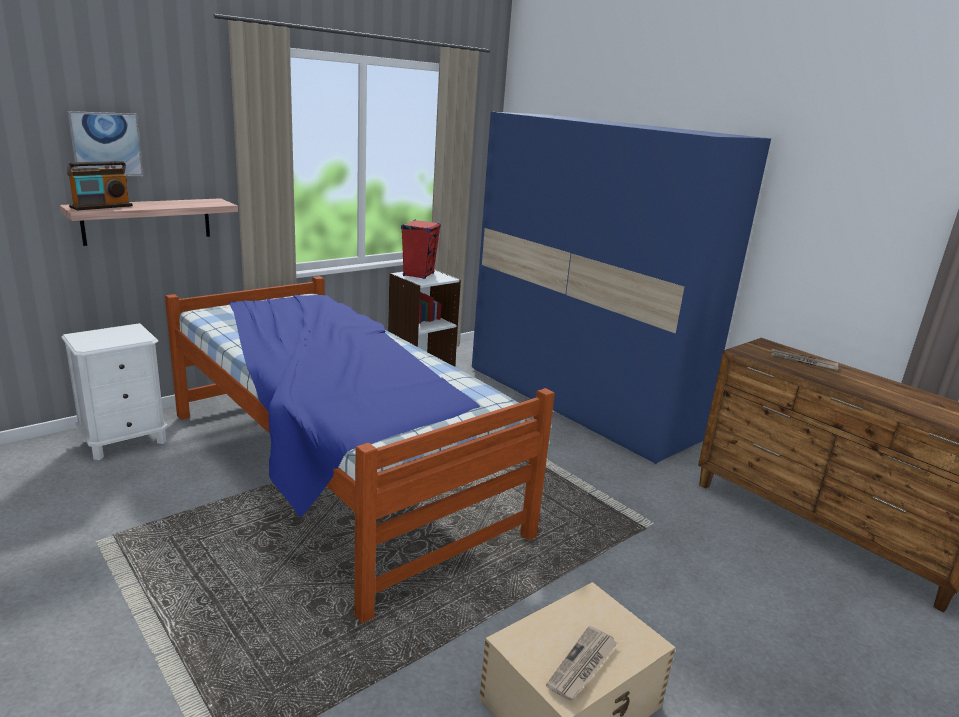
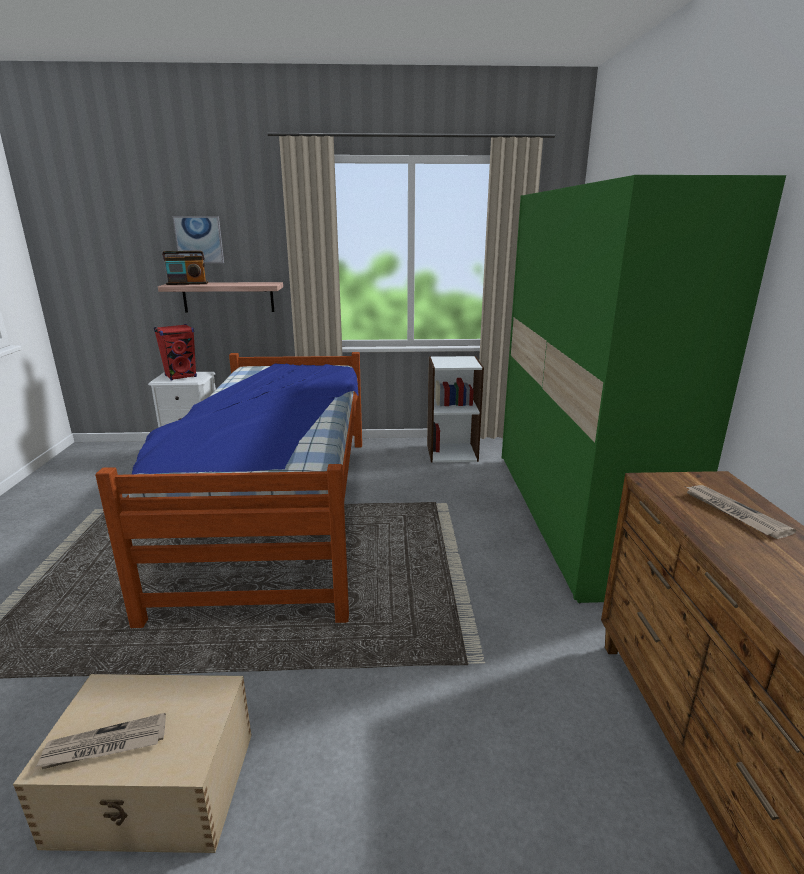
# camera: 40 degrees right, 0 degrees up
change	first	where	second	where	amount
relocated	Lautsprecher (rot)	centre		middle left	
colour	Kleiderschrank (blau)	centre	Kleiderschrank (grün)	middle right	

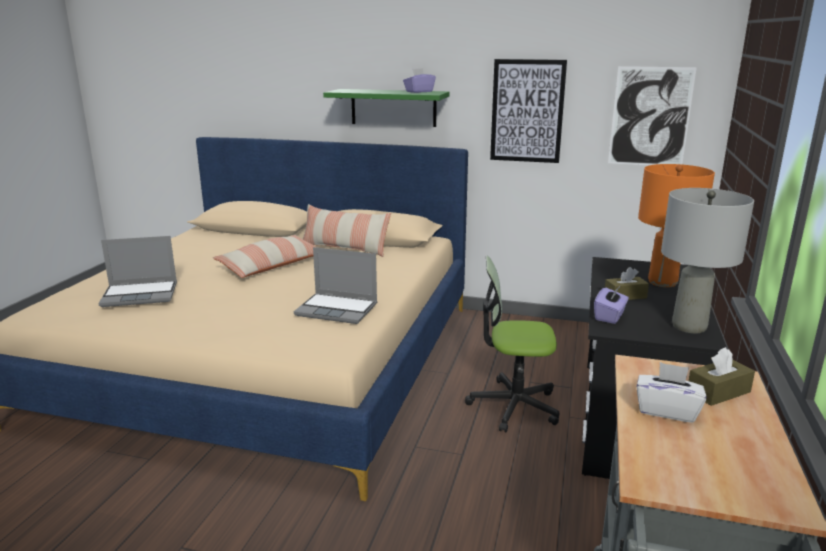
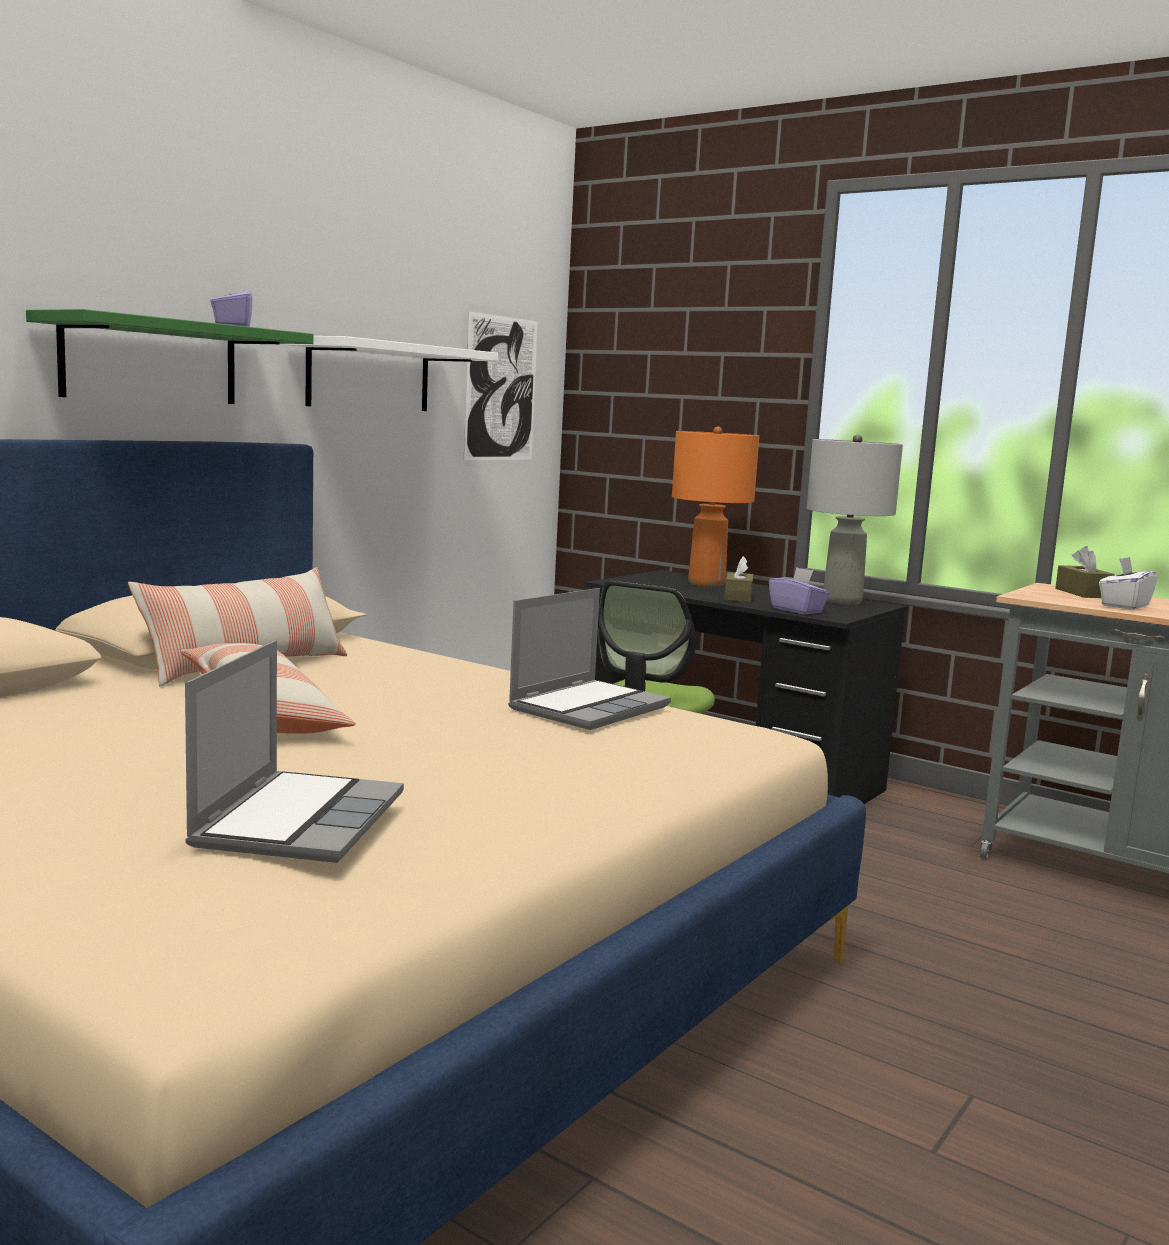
# camera: 70 degrees left, 10 degrees down
change	first	where	second	where	amount
exchanged	Bild (no. 1 from left)	top centre	Wandregal (weiß)	top centre	

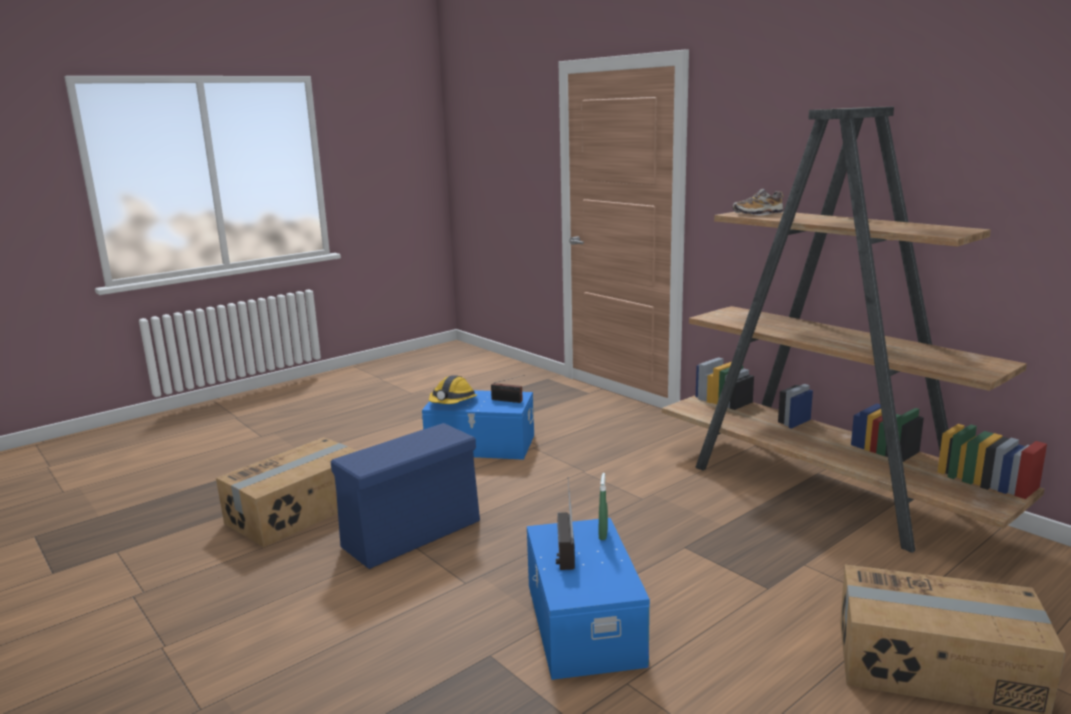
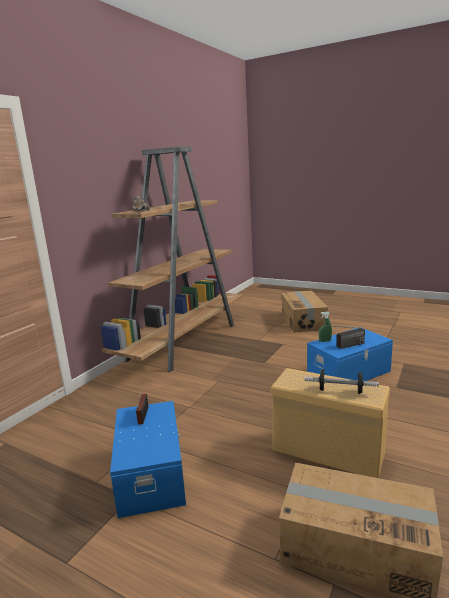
# camera: 110 degrees left, 0 degrees up
change	first	where	second	where	amount
missing	Schutzhelm	centre			
appeared			Hantel	middle right	
colour	Aufbewahrungsbox (blau) (no. 1 from left)	bottom centre	Aufbewahrungsbox (beige)	bottom right	

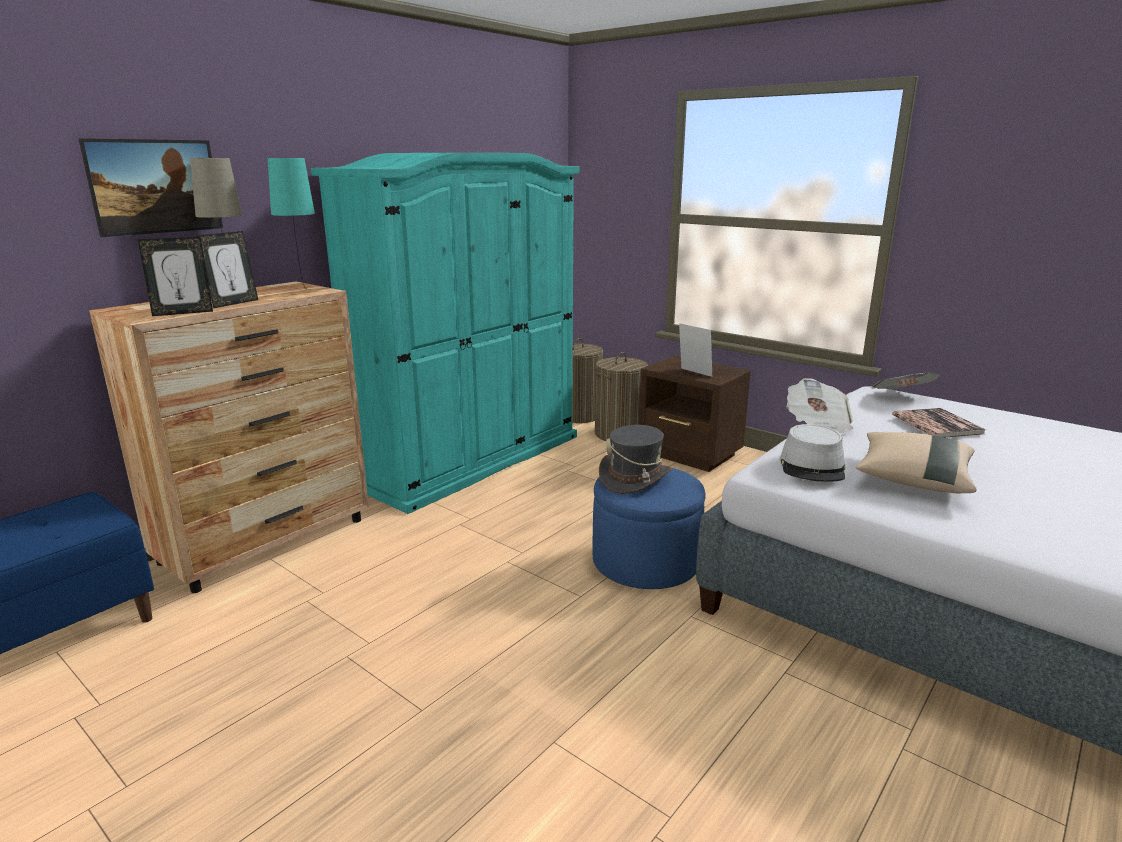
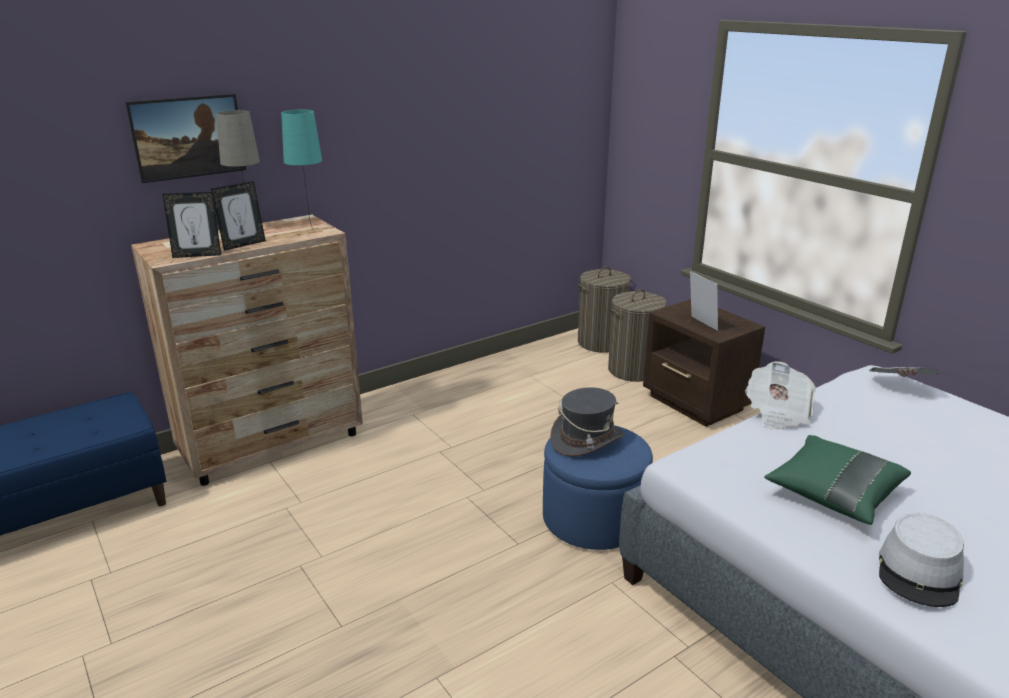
# camera: 15 degrees right, 5 degrees up
change	first	where	second	where	amount
missing	Kleiderschrank (türkis)	centre			
missing	Buch	middle right			
relocated	Hut (grau) (no. 2 from left)	middle right		bottom right	
colour	Kissen (beige)	middle right	Kissen (grün)	bottom right	

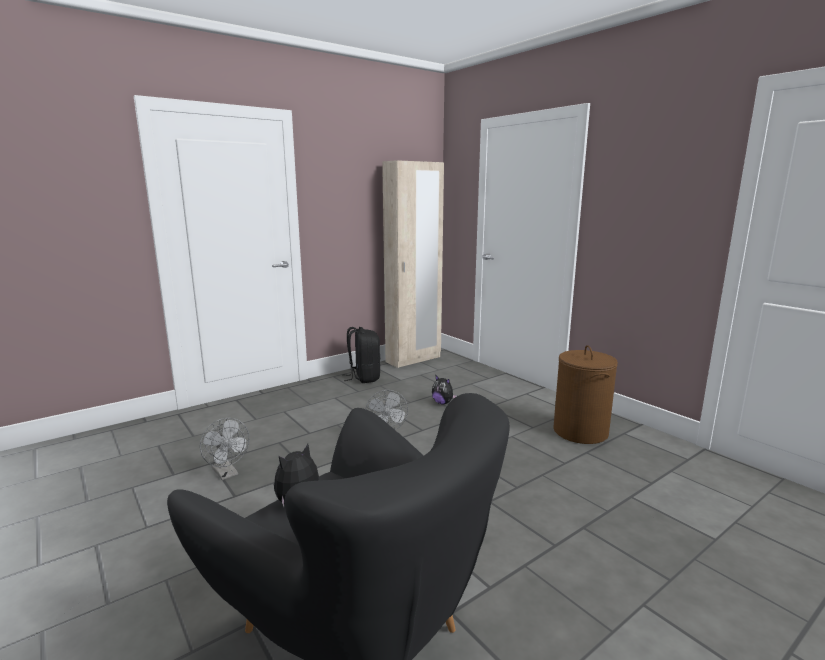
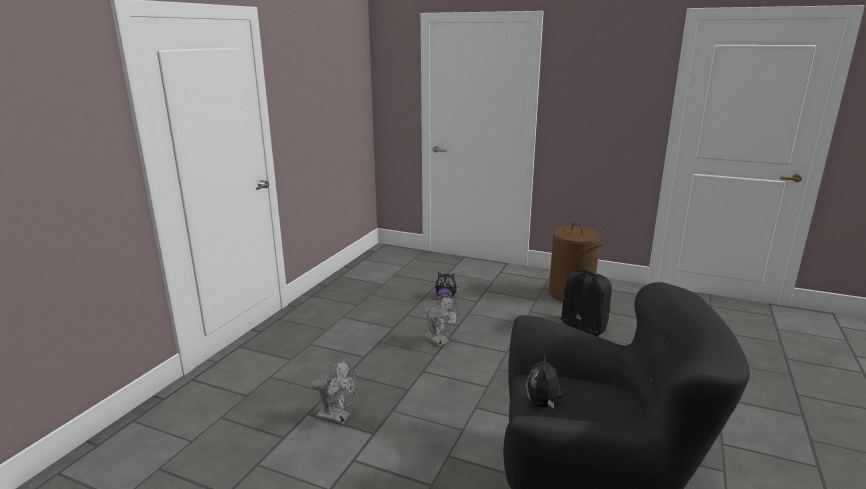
# camera: 30 degrees left, 5 degrees up
change	first	where	second	where	amount
missing	Kleiderschrank (beige)	centre			
relocated	Rucksack (schwarz)	centre		middle right	

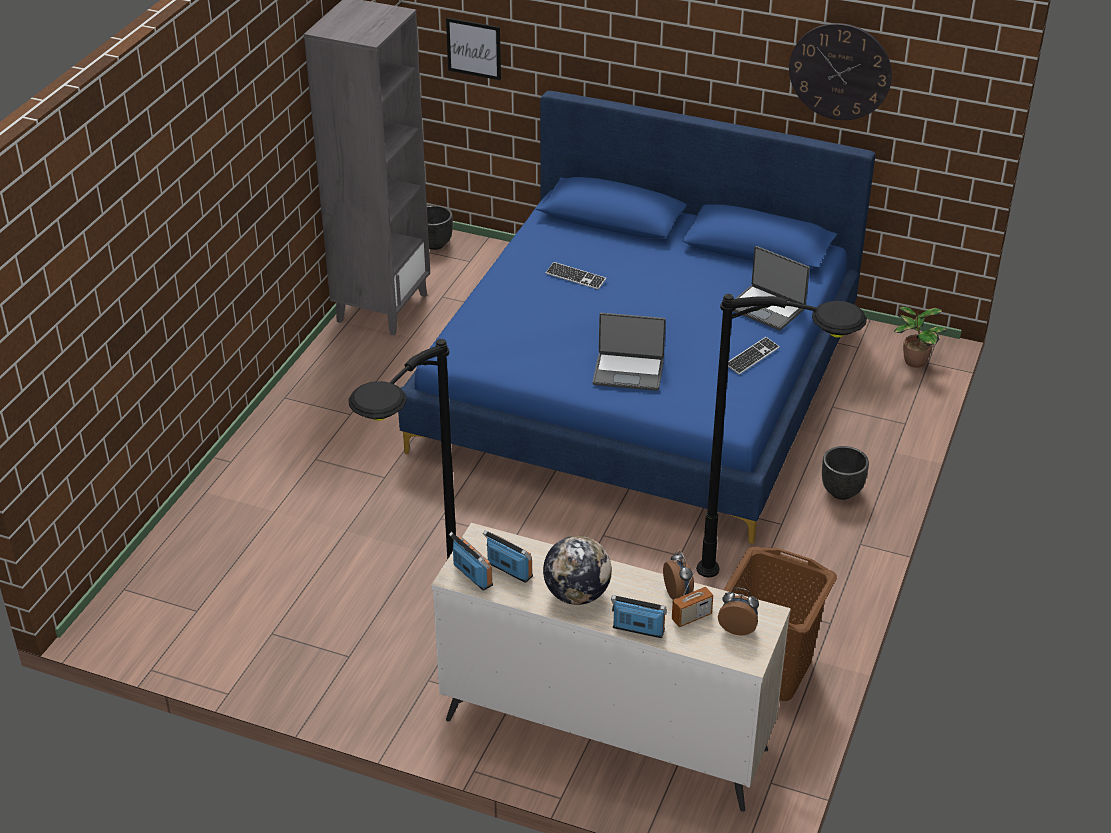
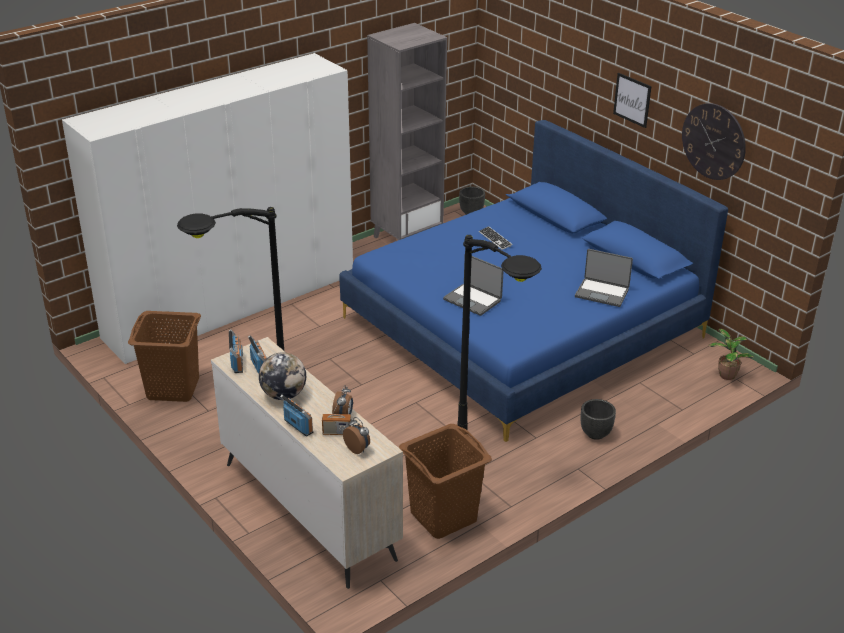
# camera: 30 degrees right, 5 degrees down
change	first	where	second	where	amount
missing	Tastatur (no. 2 from left)	middle right			
appeared			Kleiderschrank (weiß)	top left	
appeared			Wäschekorb (braun) (no. 1 from left)	middle left	
relocated	Bild	top centre		top right	
spun	Laptop (no. 2 from left)	middle right		middle right	45 degrees counterclockwise

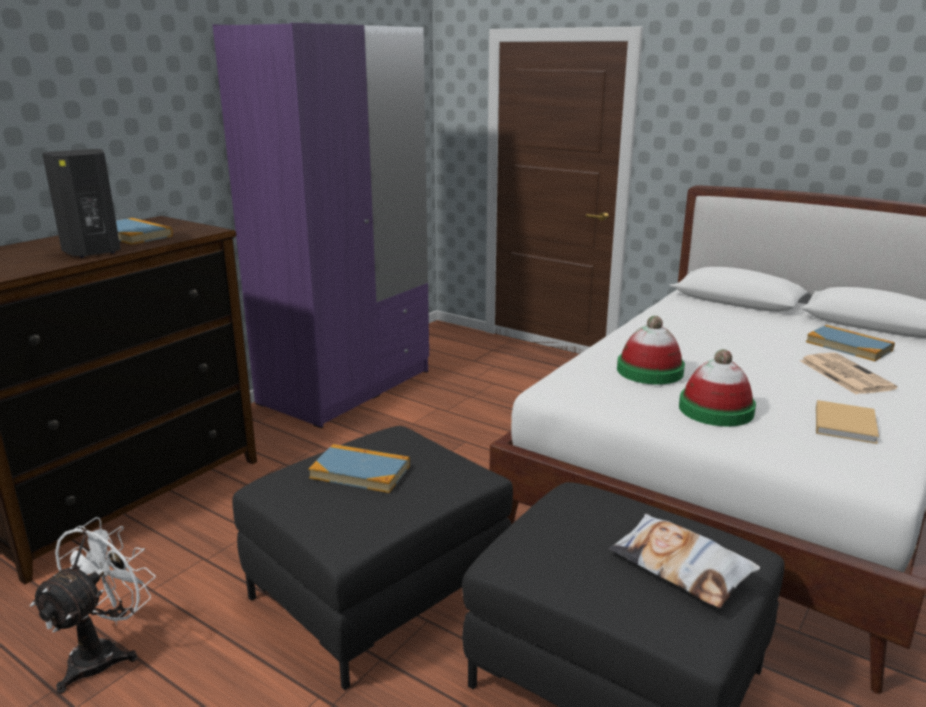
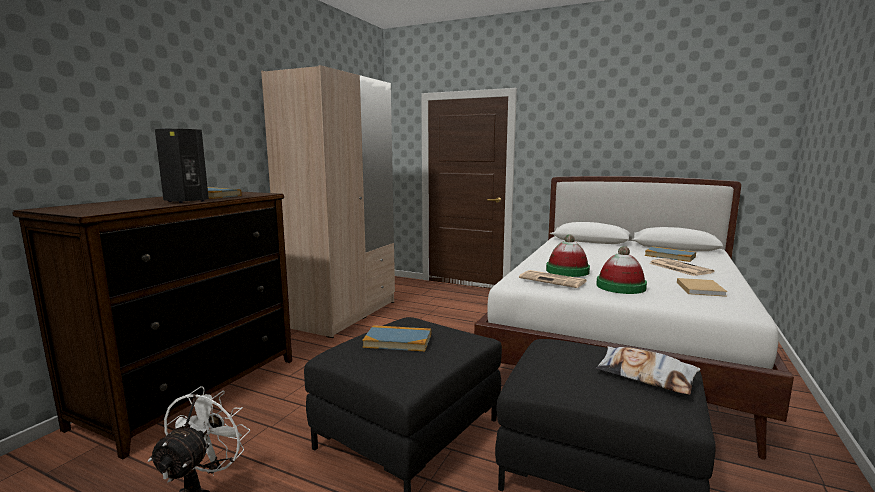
# camera: 10 degrees left, 10 degrees down
change	first	where	second	where	amount
appeared			Zeitung (no. 1 from left)	centre	
colour	Kleiderschrank (lila)	top centre	Kleiderschrank (beige)	centre	

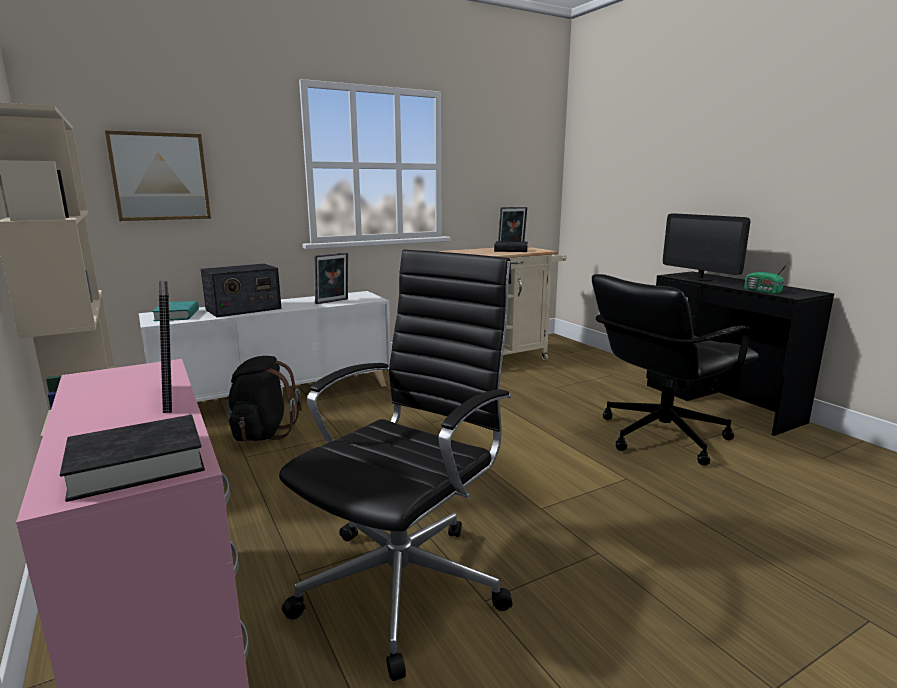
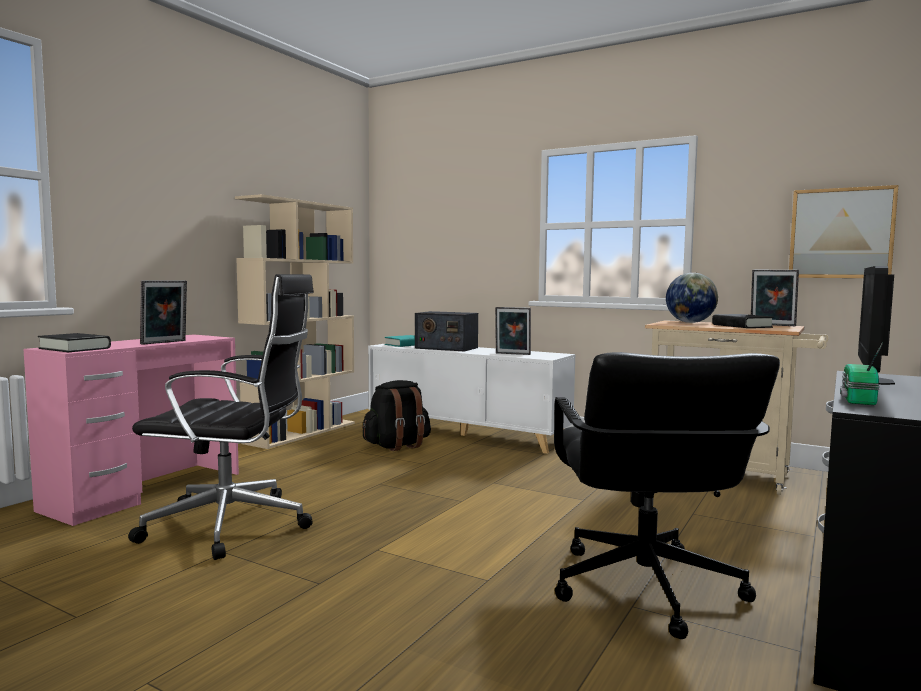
# camera: 60 degrees right, 10 degrees down
change	first	where	second	where	amount
appeared			Globus	middle right	
relocated	Bild	top left		middle right	
spun	Bürostuhl (schwarz) (no. 2 from left)	middle right		bottom right	120 degrees counterclockwise

